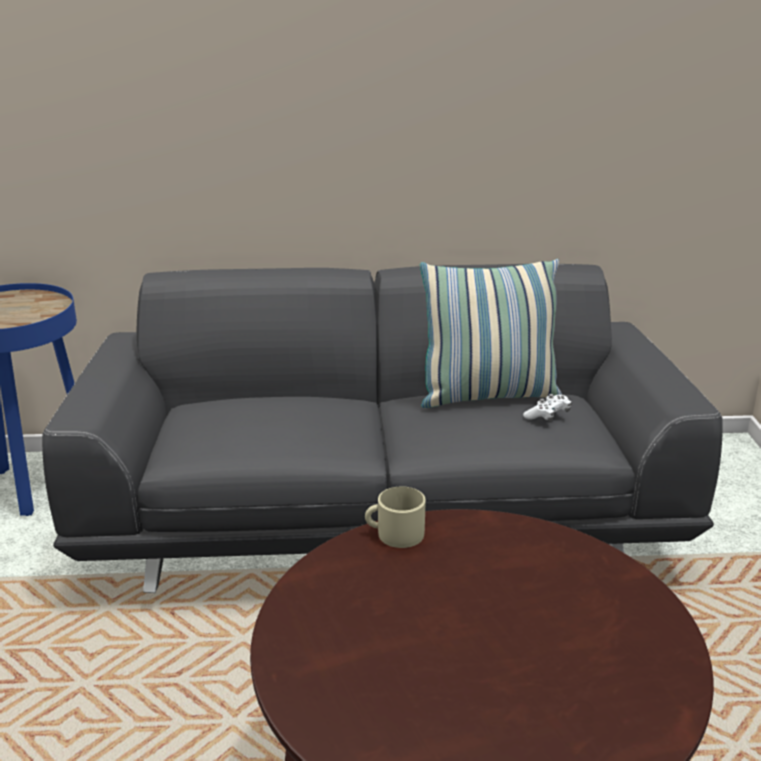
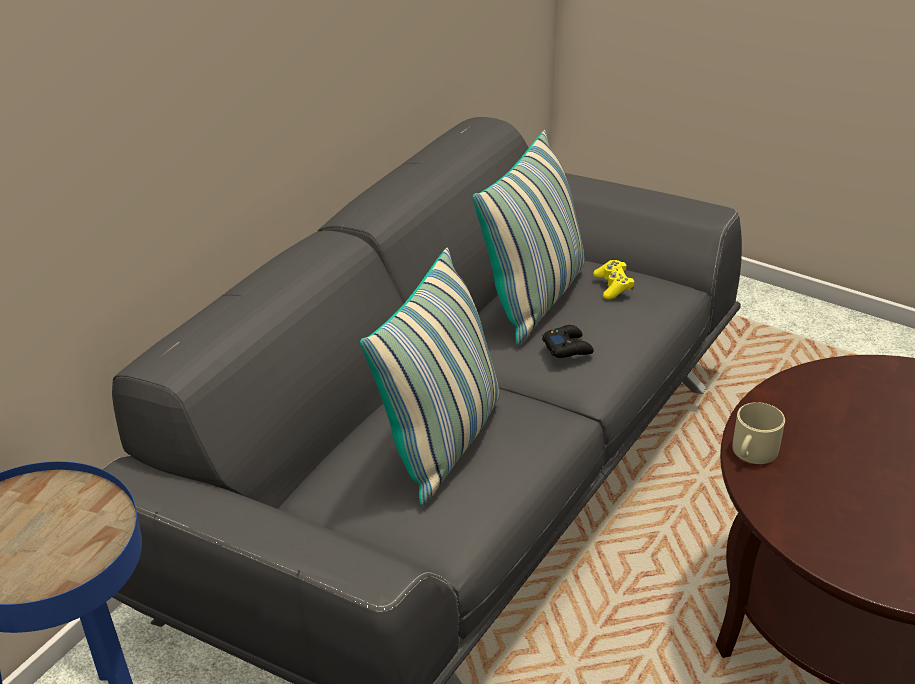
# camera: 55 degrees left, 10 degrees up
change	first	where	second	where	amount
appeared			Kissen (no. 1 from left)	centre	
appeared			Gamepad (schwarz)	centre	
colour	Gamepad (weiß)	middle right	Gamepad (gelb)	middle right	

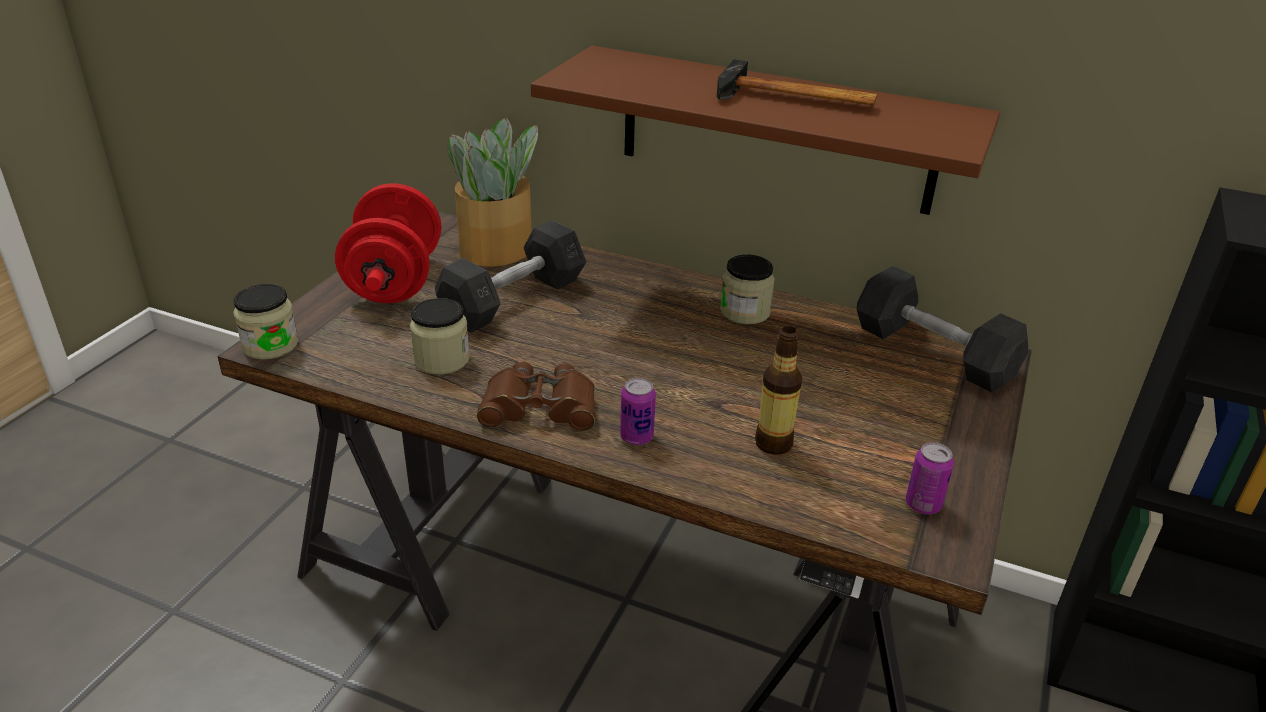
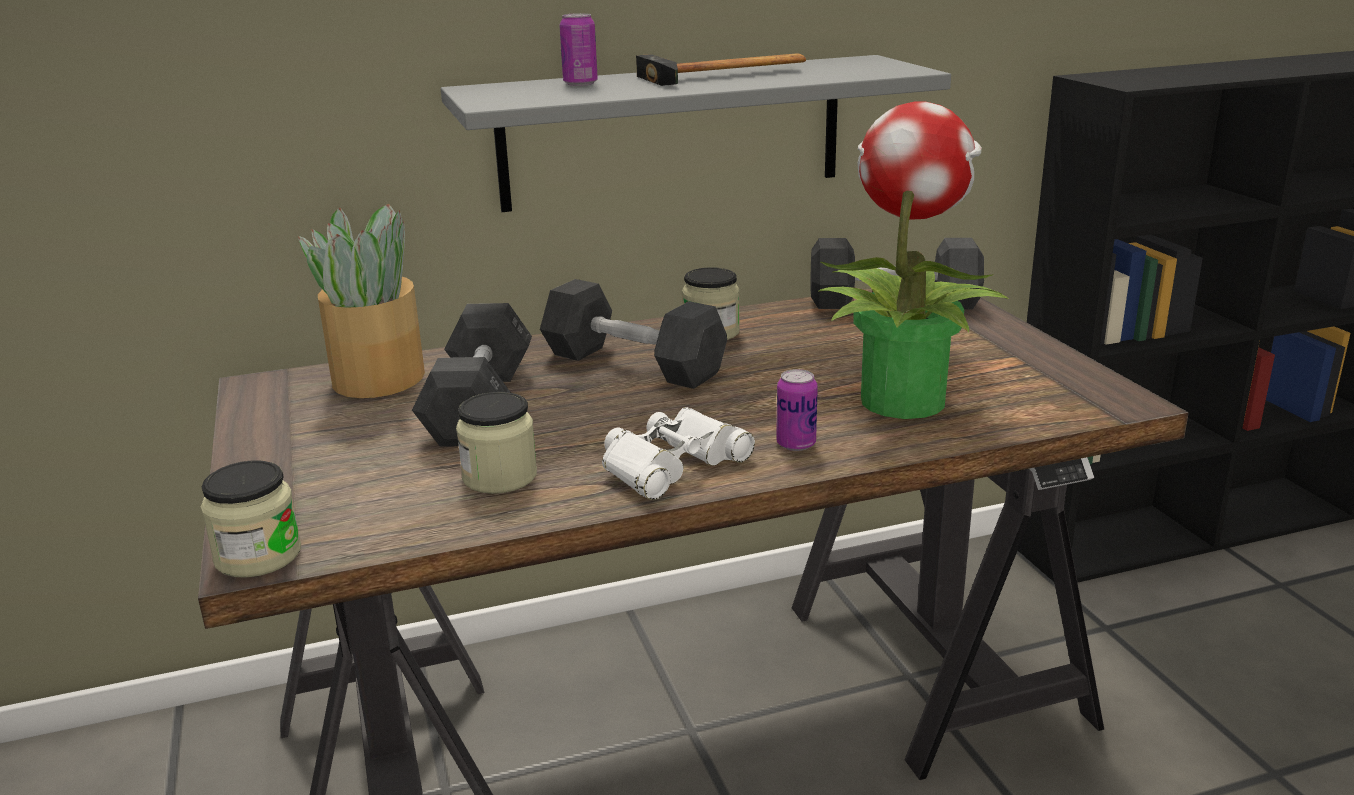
# camera: 40 degrees left, 10 degrees down
change	first	where	second	where	amount
missing	Hantel (rot)	middle left			
appeared			Hantel (grau) (no. 2 from left)	centre	
relocated	Dose (no. 2 from left in the first image)	bottom right	Dose (no. 1 from left)	top centre	
exchanged	Flasche	centre	Topfpflanze (no. 2 from left)	top right	
colour	Fernglas (braun)	centre	Fernglas (weiß)	centre	
colour	Wandregal (braun)	top centre	Wandregal (grau)	top centre	

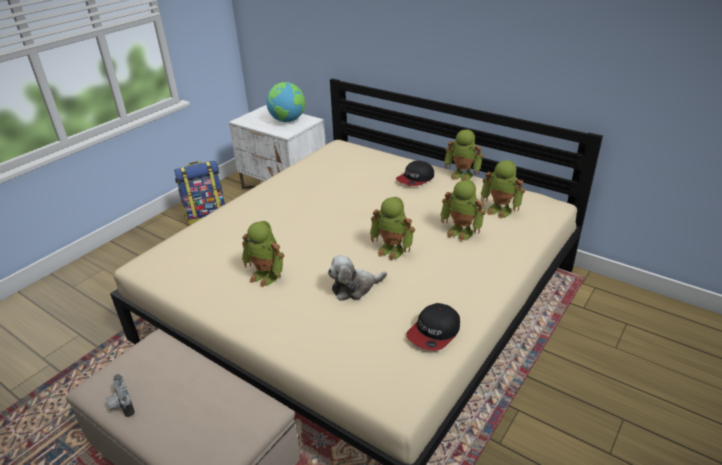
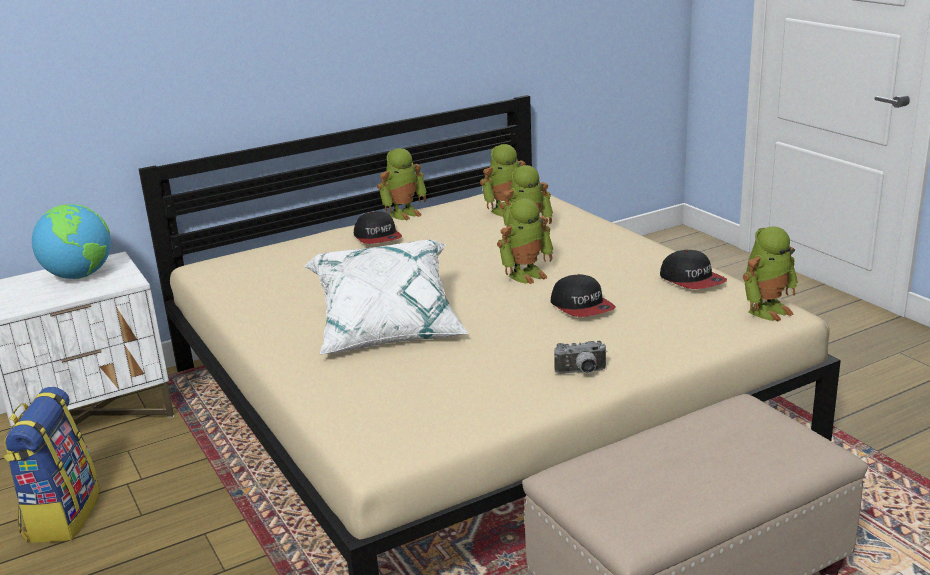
# camera: 65 degrees left, 10 degrees down
change	first	where	second	where	amount
appeared			Kissen (weiß)	centre	
relocated	Kamera	bottom left		centre	
relocated	Spielzeugroboter (no. 1 from left in the first image)	centre	Spielzeugroboter (no. 5 from left)	middle right	
exchanged	Plüschtier	centre	Kappe (no. 2 from left)	centre	

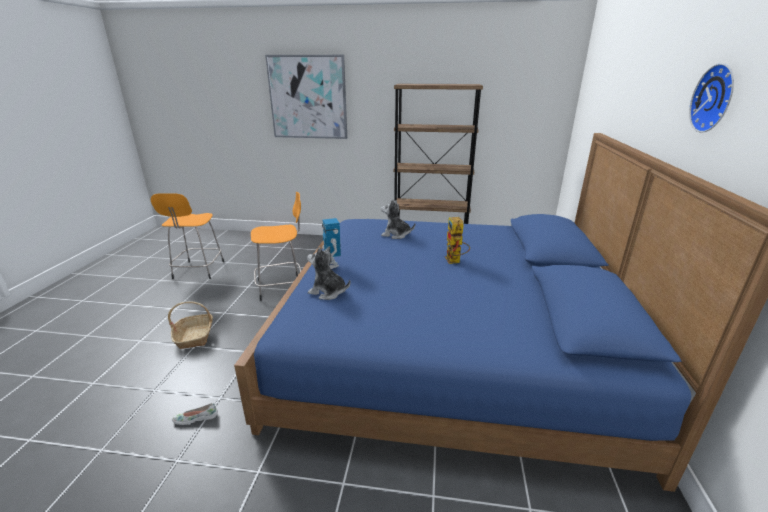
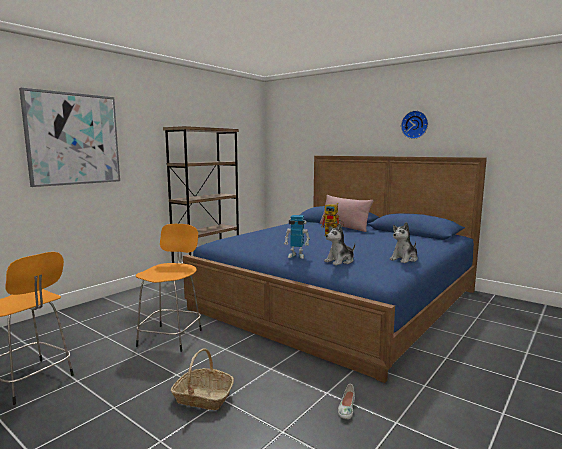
# camera: 60 degrees left, 15 degrees down
change	first	where	second	where	amount
appeared			Kissen (rosa)	centre	
relocated	Plüschtier (no. 2 from left)	centre		middle right	

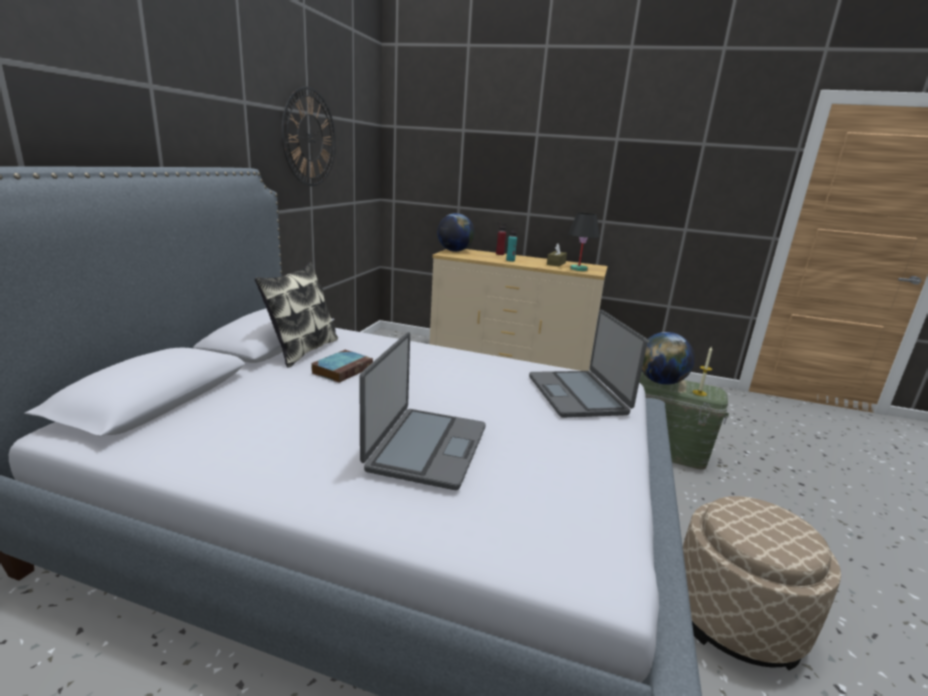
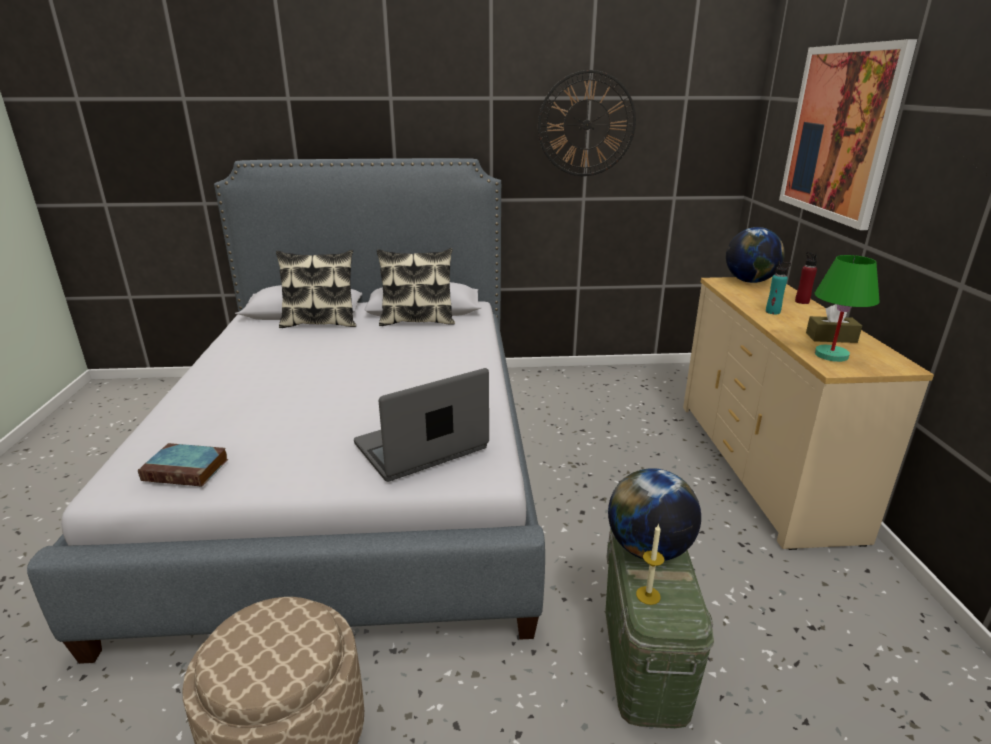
# camera: 70 degrees right, 5 degrees up
change	first	where	second	where	amount
missing	Laptop (no. 1 from left)	centre			
appeared			Kissen (no. 1 from left)	middle left	
appeared			Bild	top right	
relocated	Buch	centre		middle left	
colour	Tischlampe (schwarz)	centre	Tischlampe (grün)	middle right	

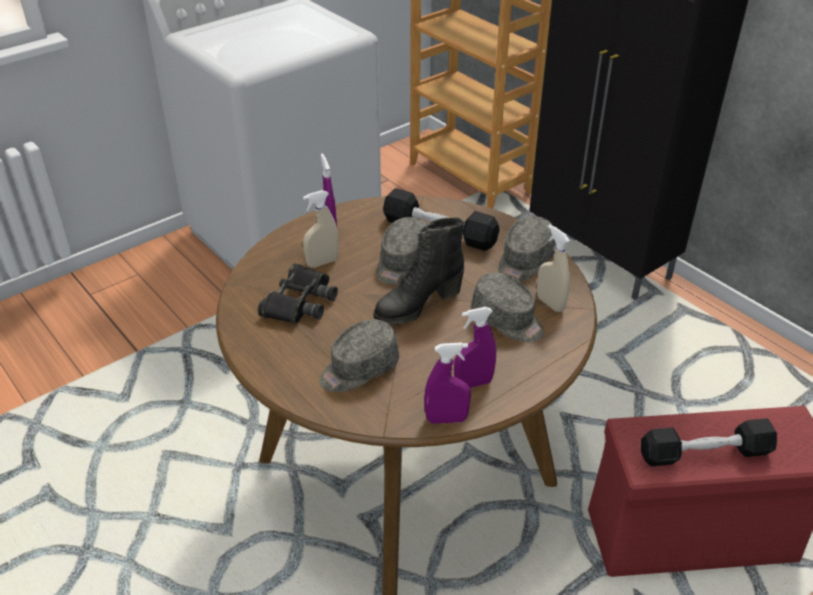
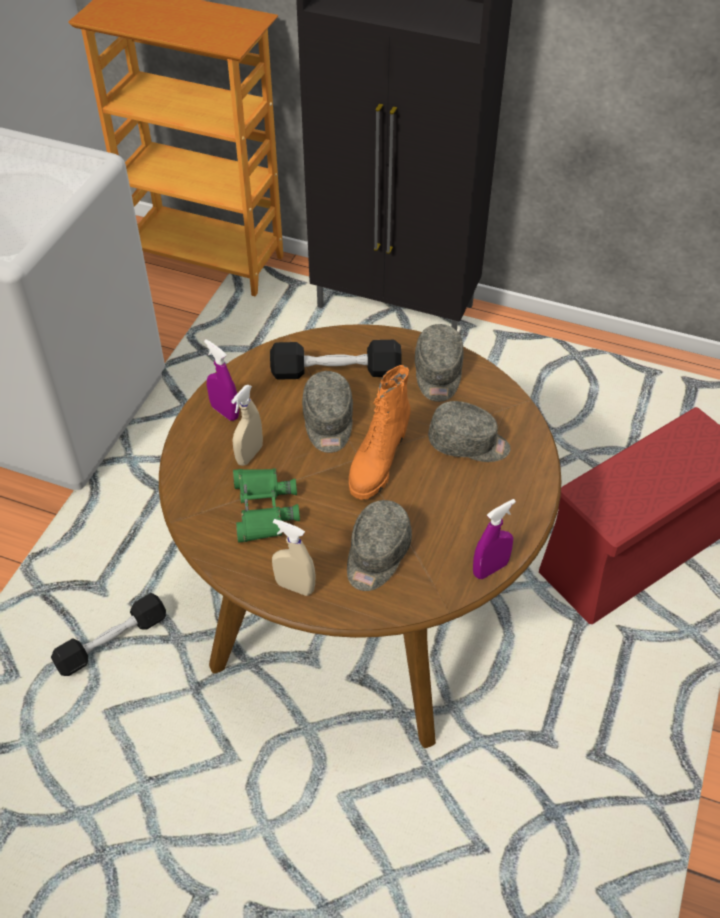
# camera: 30 degrees left, 10 degrees up
change	first	where	second	where	amount
missing	Sprühflasche (lila) (no. 3 from left)	centre			
relocated	Sprühflasche (beige) (no. 2 from left)	middle right		centre	
relocated	Hantel (schwarz) (no. 2 from left in the first image)	bottom right	Hantel (schwarz) (no. 1 from left)	bottom left	
colour	Fernglas (schwarz)	centre	Fernglas (grün)	centre	
colour	Stiefel (schwarz)	centre	Stiefel (orange)	centre	

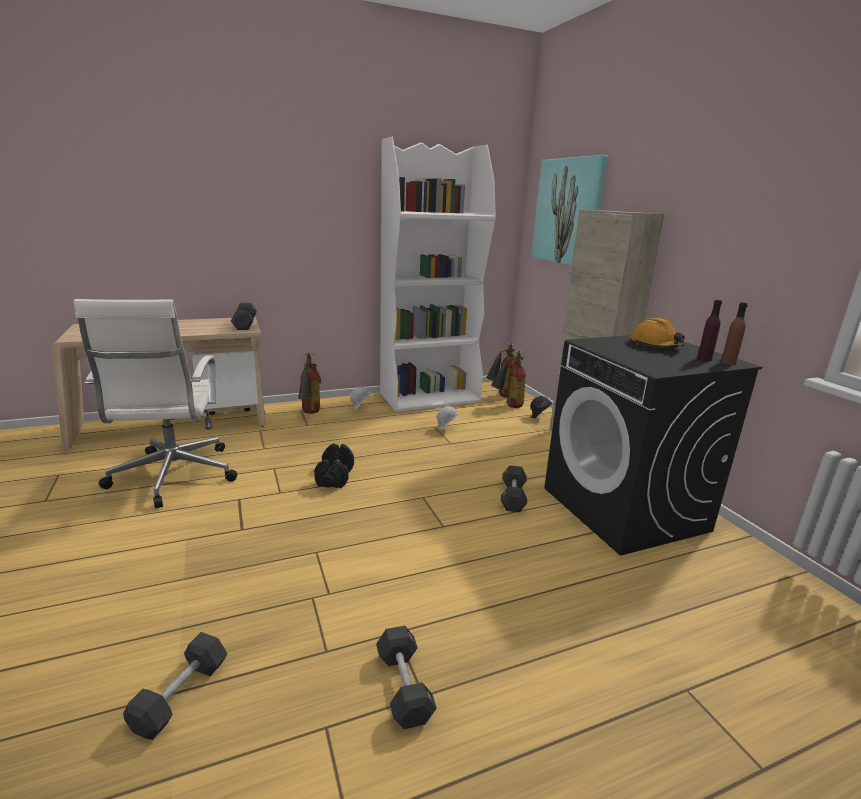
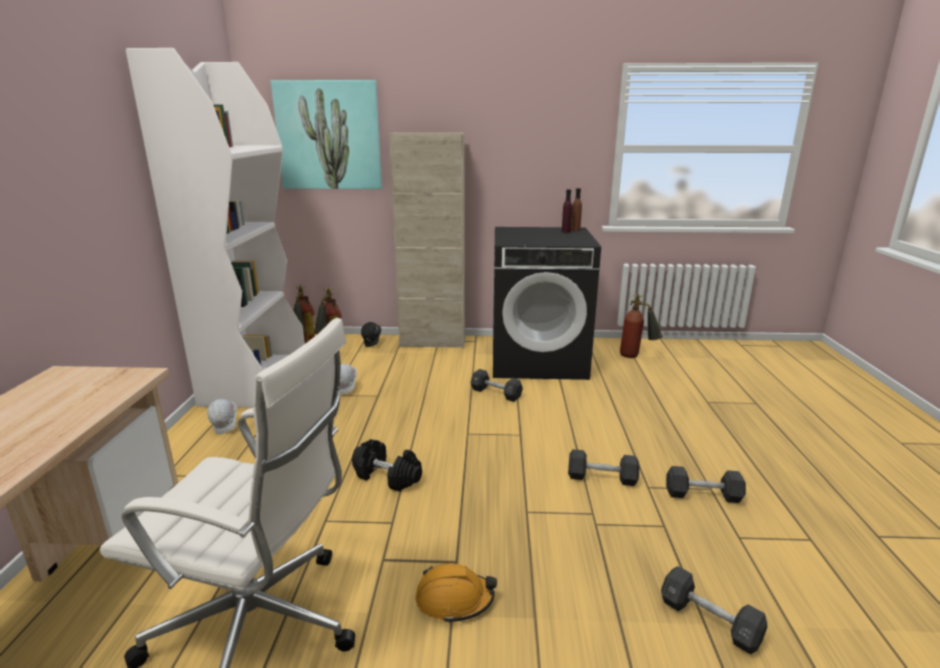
# camera: 65 degrees left, 0 degrees up
change	first	where	second	where	amount
relocated	Hantel (schwarz) (no. 2 from left in the first image)	middle left	Hantel (schwarz) (no. 3 from left)	bottom centre	
relocated	Feuerlöscher (no. 1 from left in the first image)	centre	Feuerlöscher (no. 3 from left)	middle right	
relocated	Schutzhelm (orange)	middle right		bottom centre	

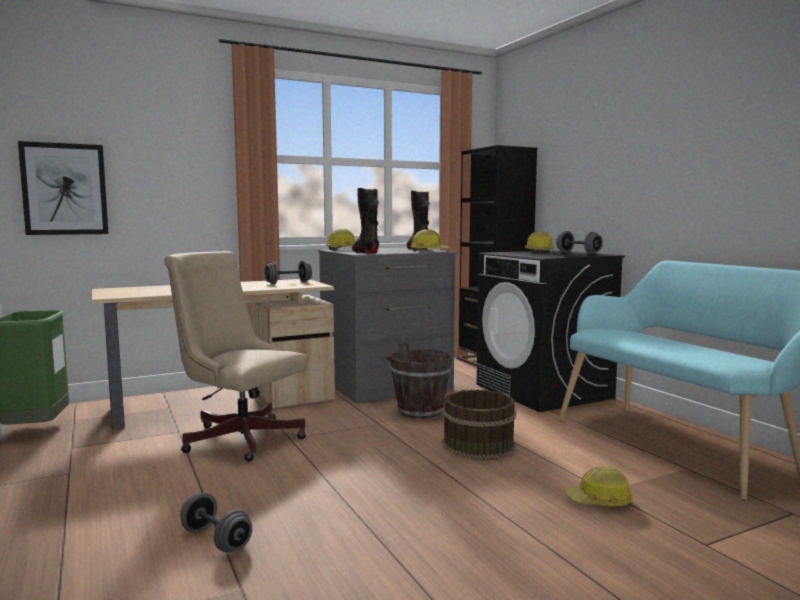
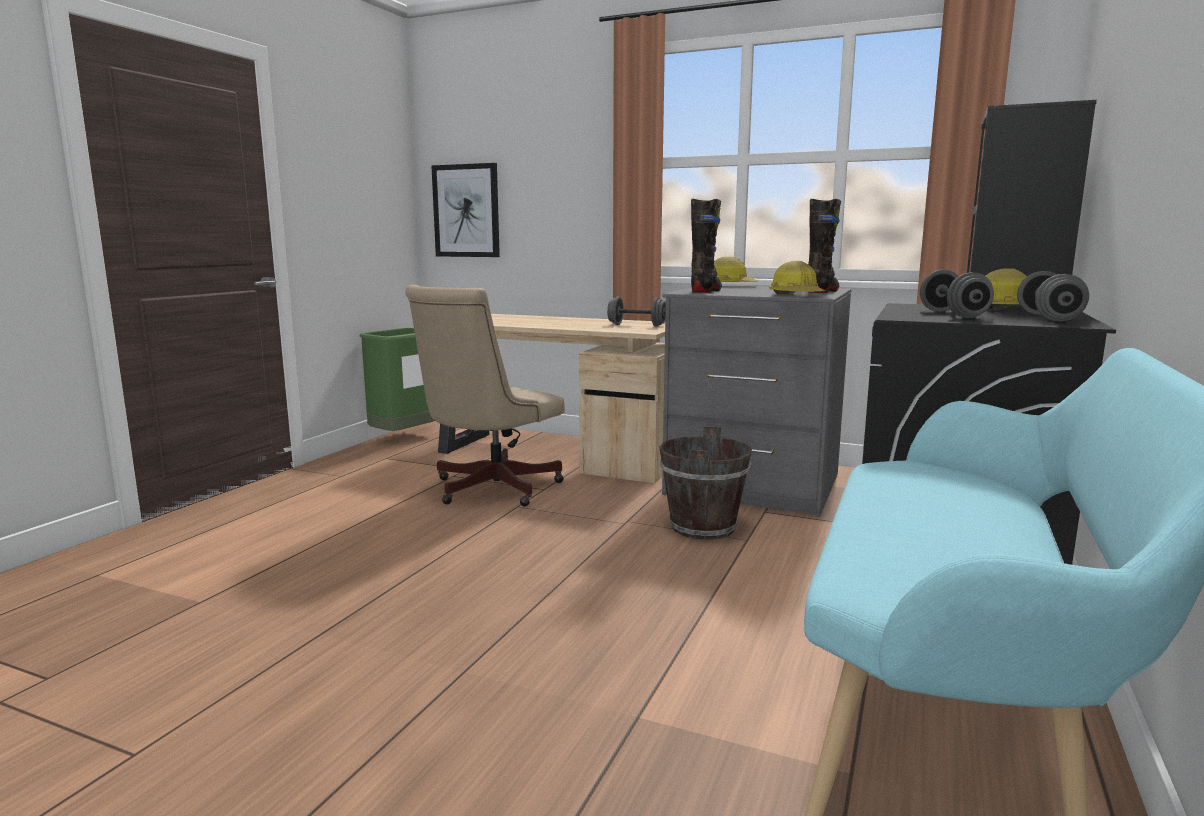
# camera: 50 degrees right, 5 degrees up
change	first	where	second	where	amount
missing	Eimer (braun) (no. 2 from left)	bottom centre			
missing	Schutzhelm (no. 4 from left)	bottom right			
relocated	Hantel (grau) (no. 1 from left in the first image)	bottom left	Hantel (grau) (no. 2 from left)	middle right	
spun	Bürostuhl (beige)	middle left		centre	135 degrees counterclockwise

